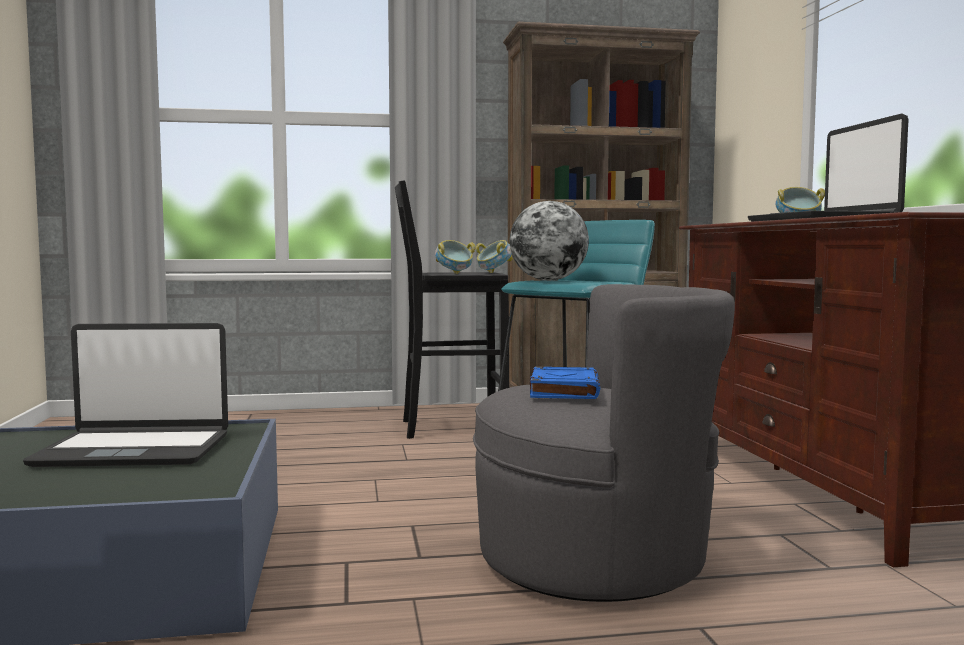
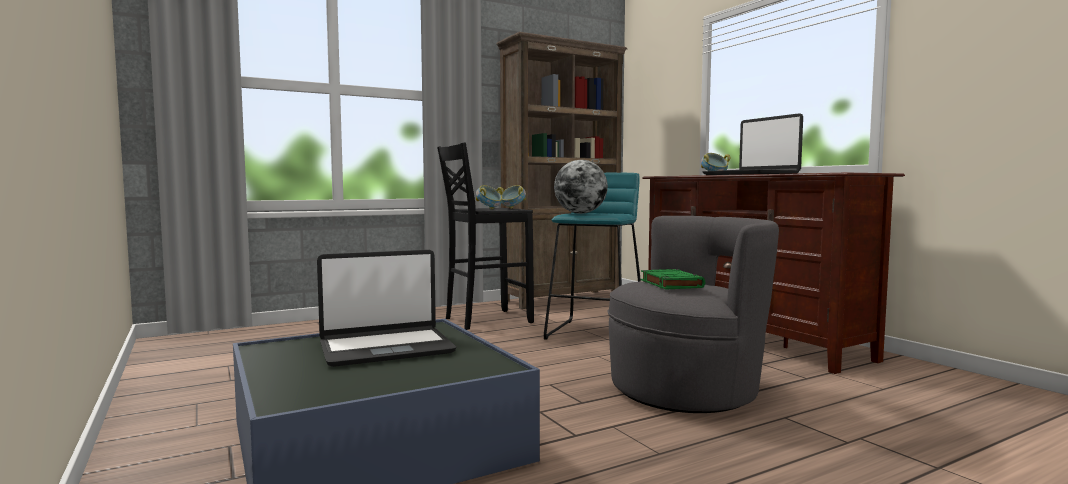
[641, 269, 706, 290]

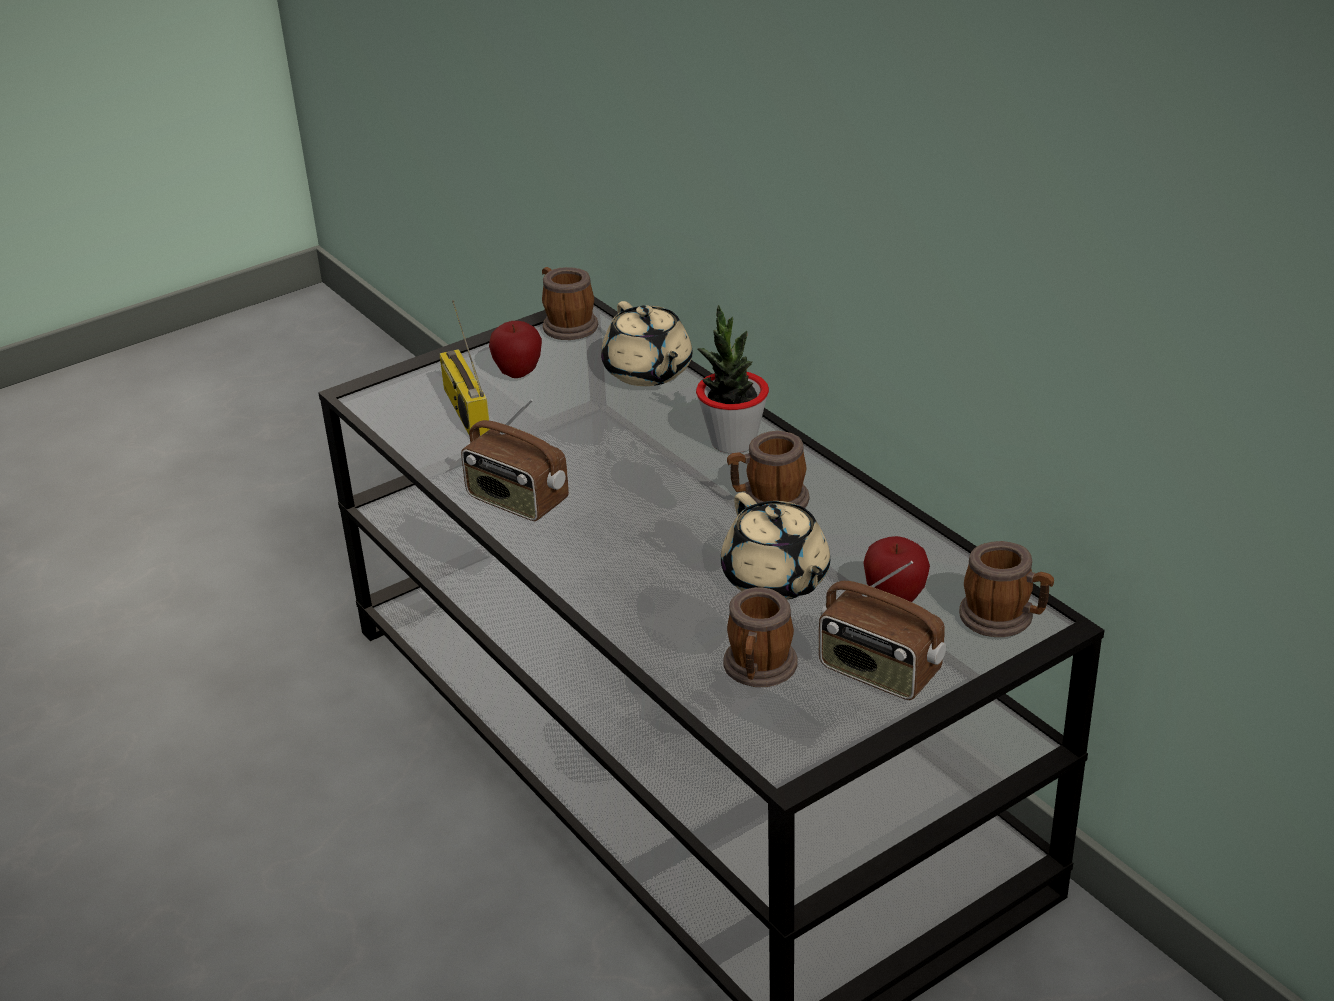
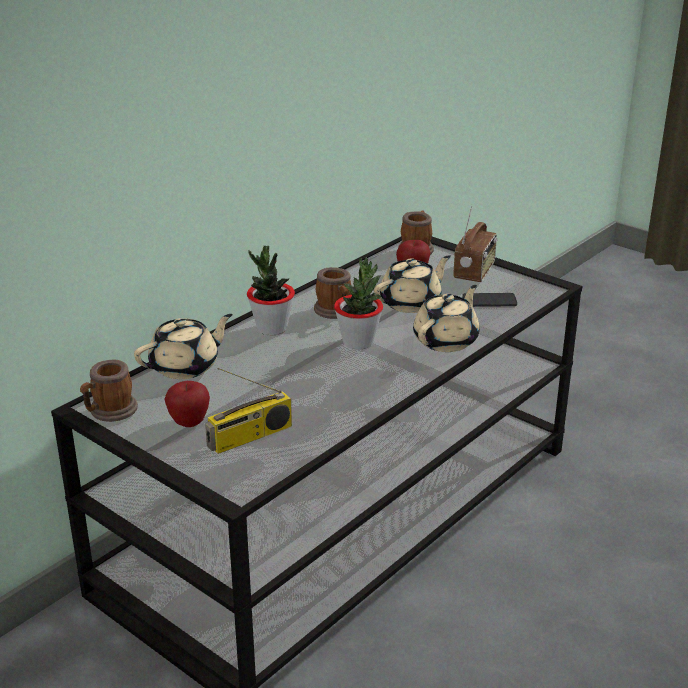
[461, 399, 569, 521] (first image)
[334, 257, 383, 350]
[413, 285, 479, 352]
[462, 293, 517, 307]

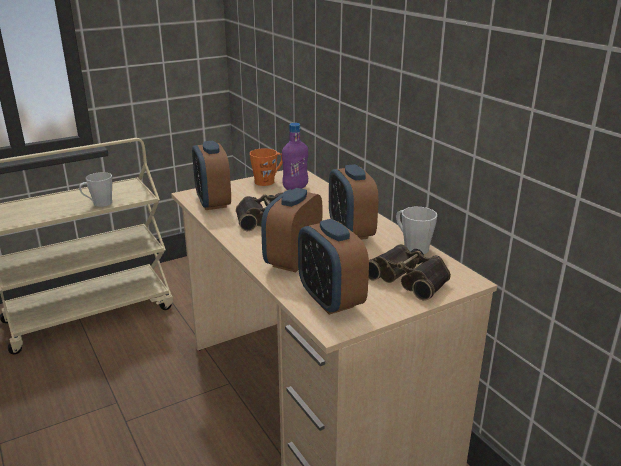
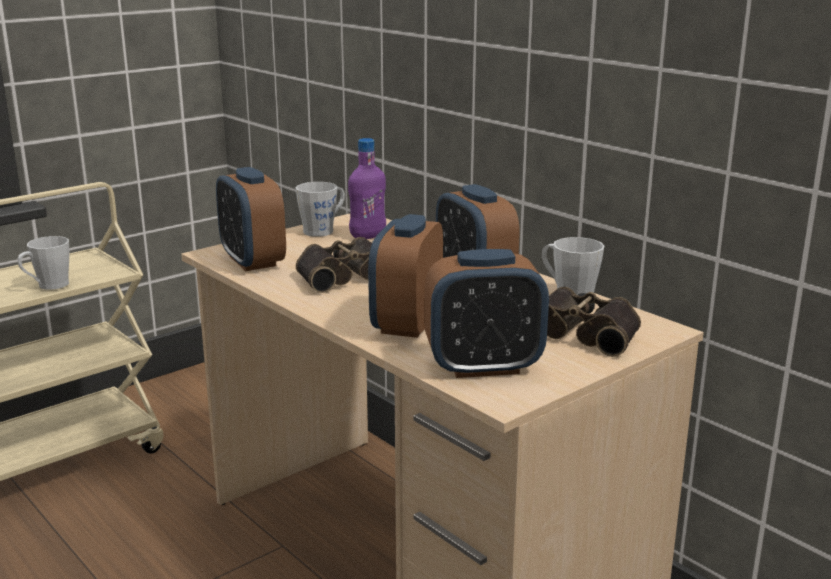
[296, 182, 345, 237]
[424, 249, 549, 378]

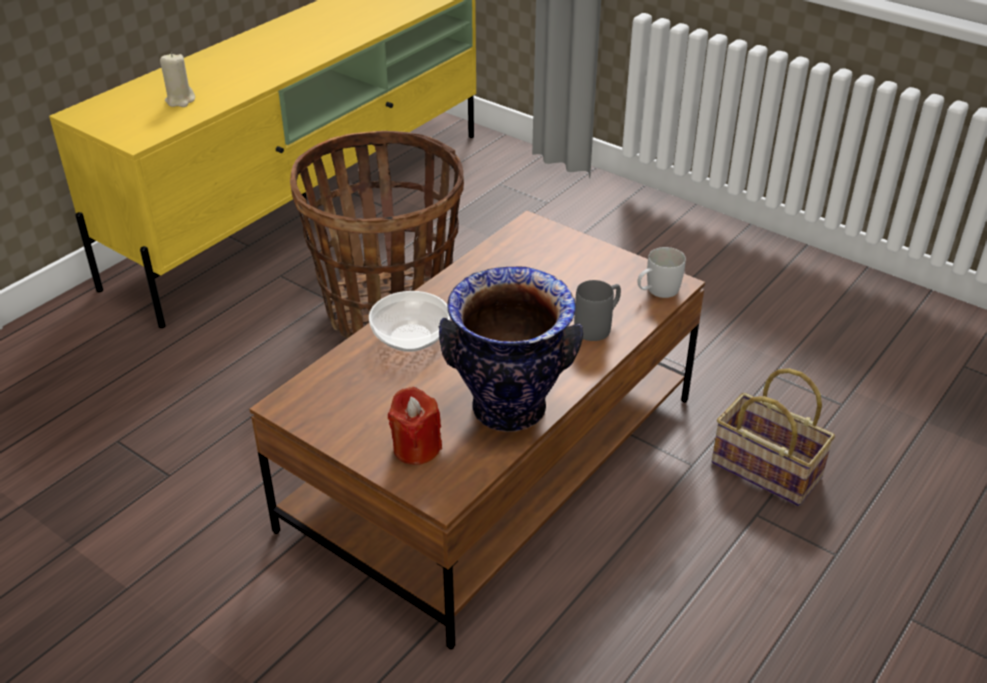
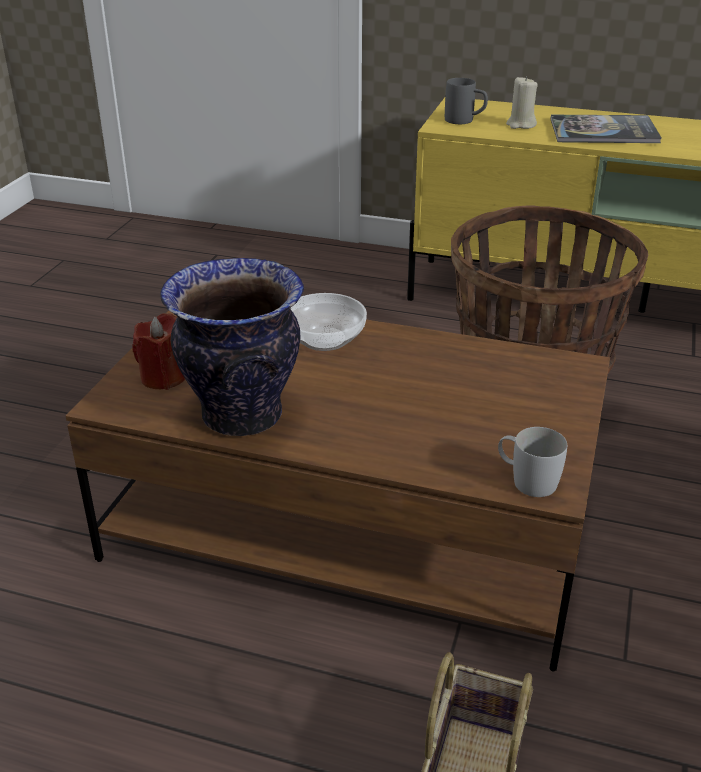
[551, 115, 662, 143]
[445, 78, 488, 124]

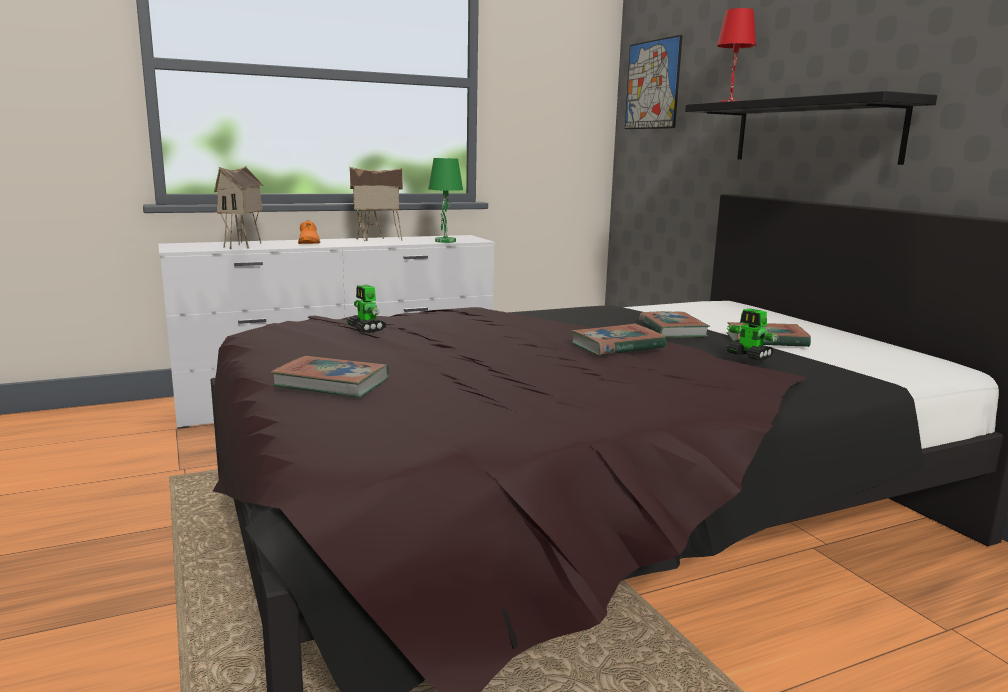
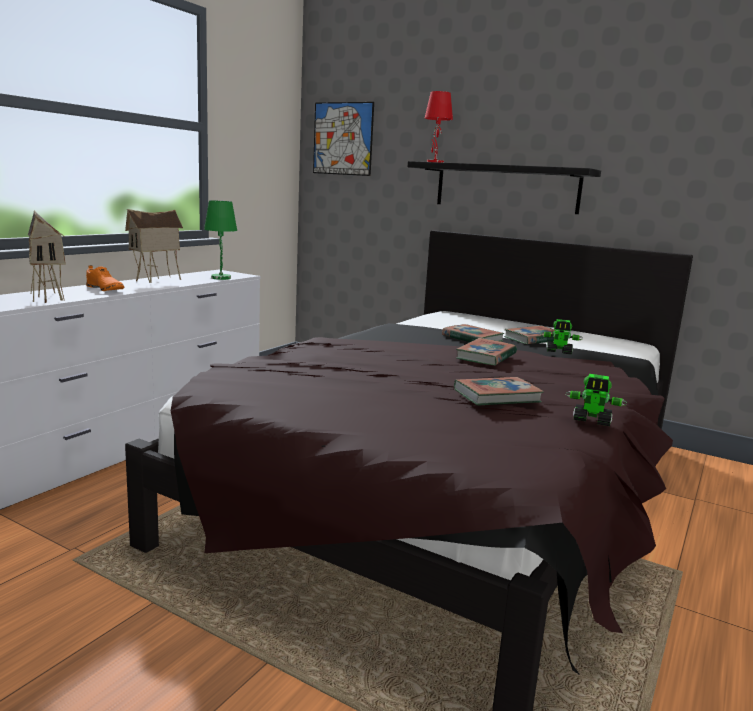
[454, 377, 544, 406]
[565, 374, 627, 426]

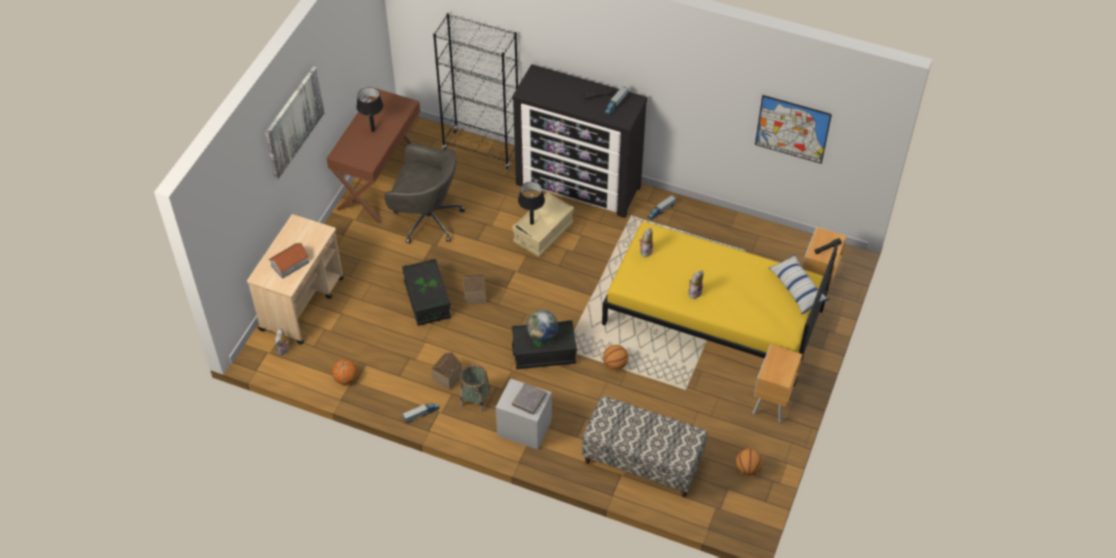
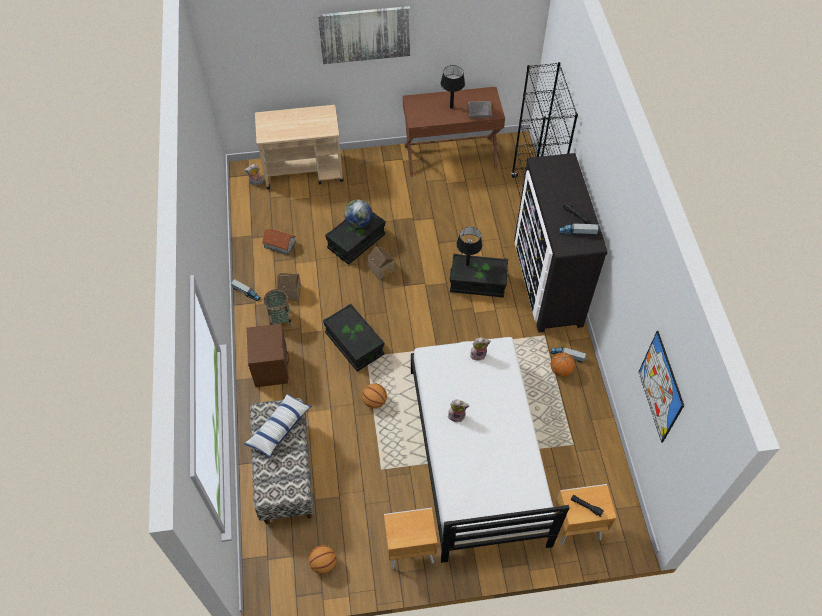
[384, 143, 465, 244] (first image)
[262, 229, 296, 255]
[551, 352, 575, 376]
[468, 101, 492, 118]
[344, 200, 372, 228]
[244, 393, 312, 458]
[246, 324, 289, 387]
[450, 254, 508, 298]
[411, 337, 569, 563]

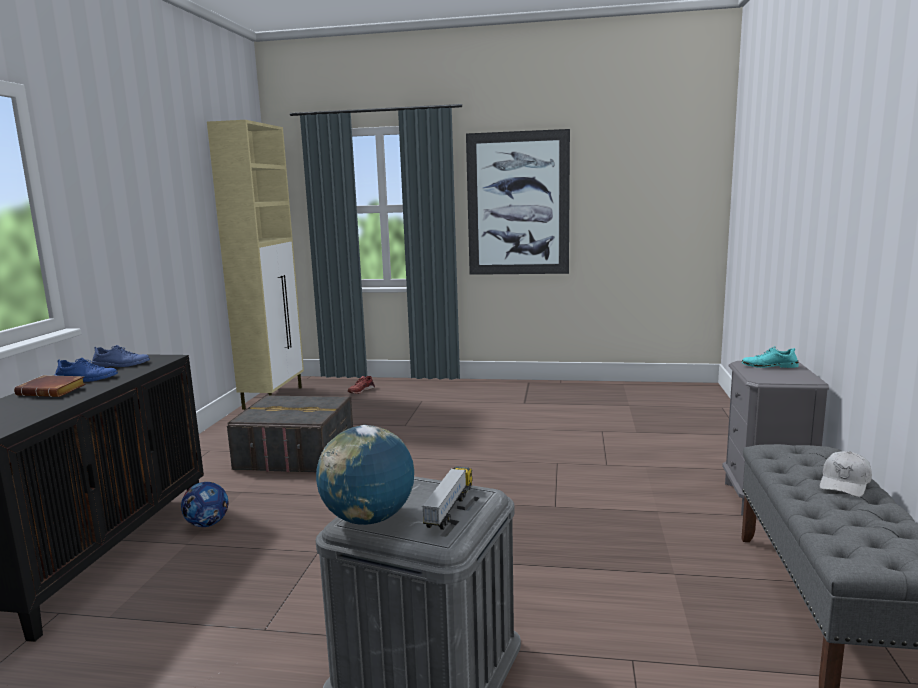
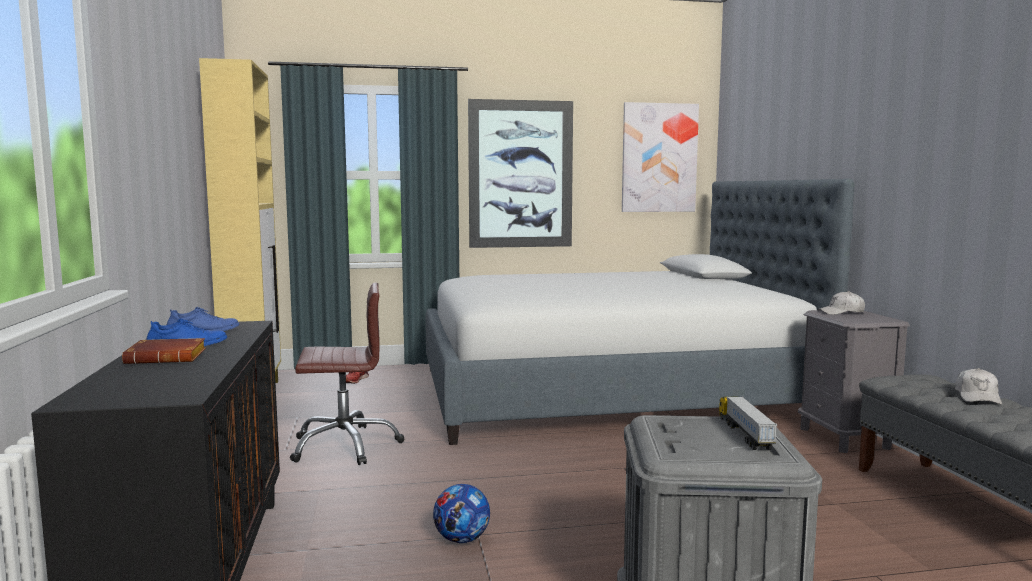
[316, 425, 414, 525] (first image)
[425, 179, 855, 445]
[622, 102, 699, 212]
[433, 484, 490, 543]
[290, 283, 404, 465]
[817, 291, 865, 315]

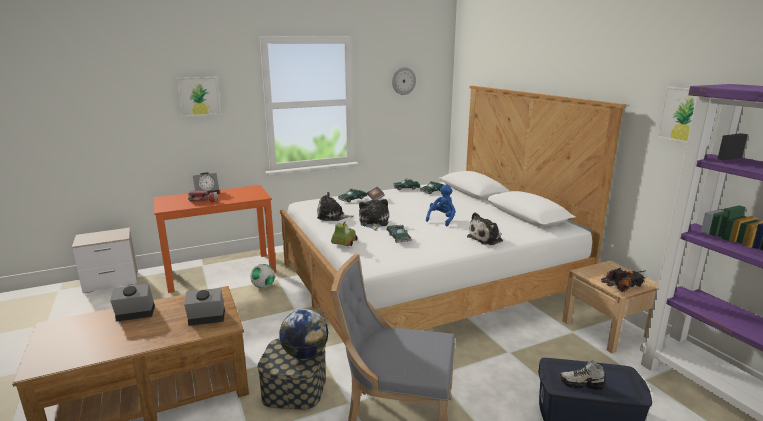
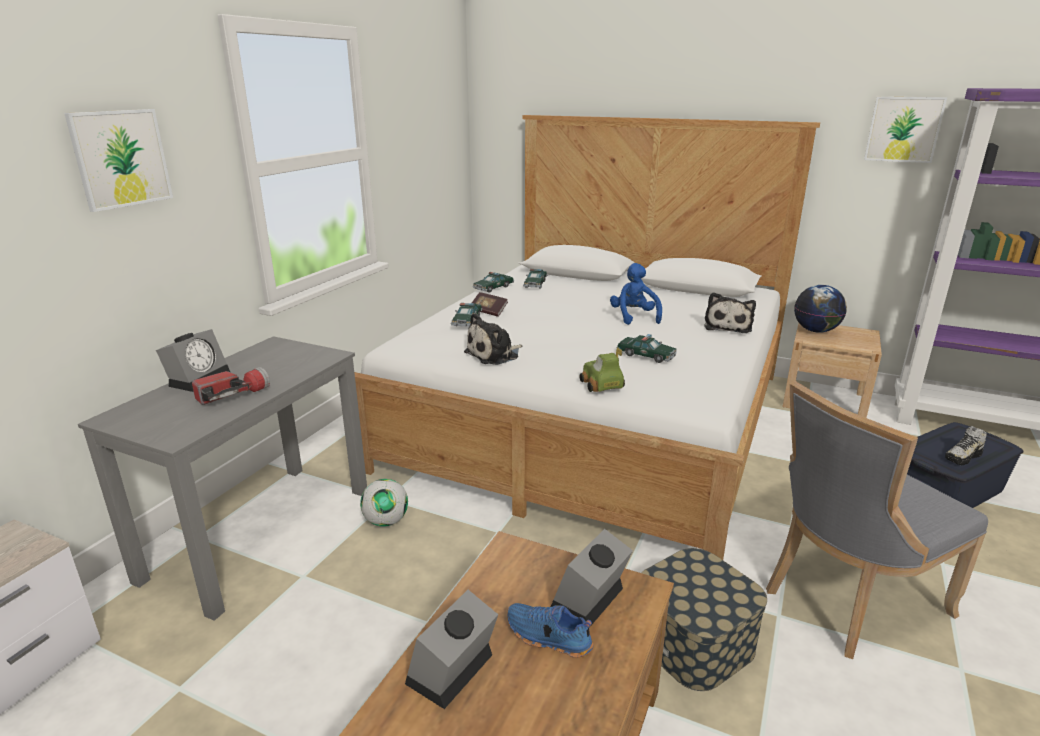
[359, 199, 389, 231] (first image)
[392, 67, 416, 95] (first image)
[601, 268, 645, 292] (first image)
[507, 603, 593, 658]
[794, 285, 847, 333]
[78, 336, 367, 621]

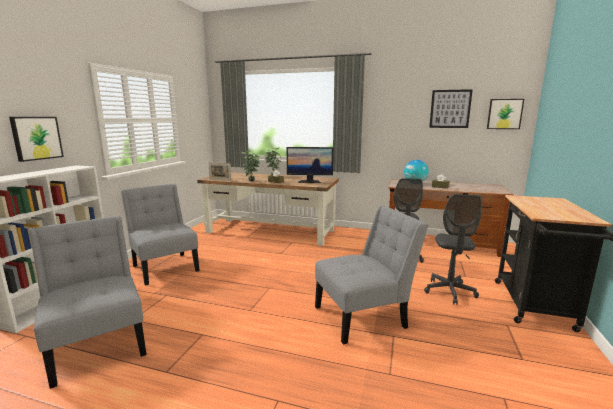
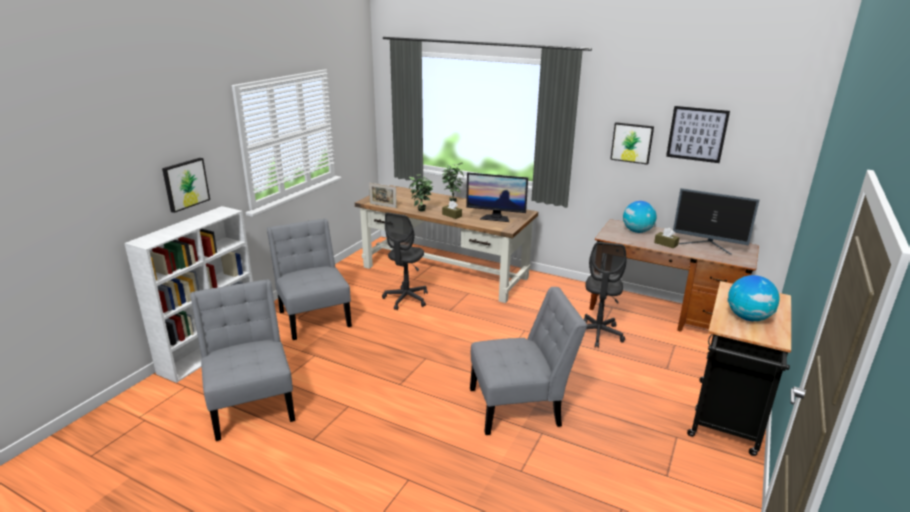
[673, 188, 760, 255]
[727, 275, 780, 321]
[382, 212, 428, 310]
[610, 122, 654, 165]

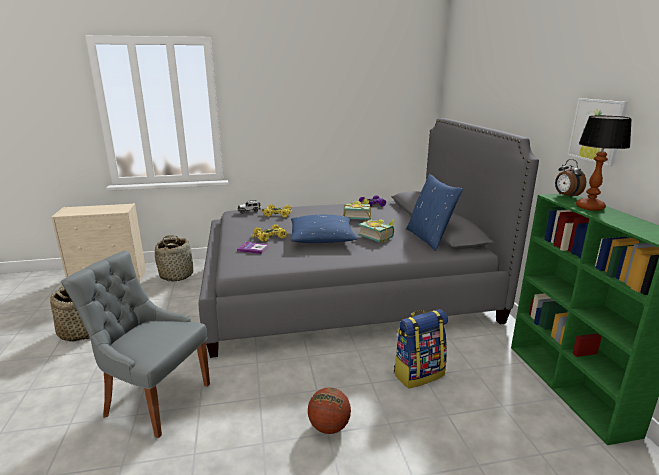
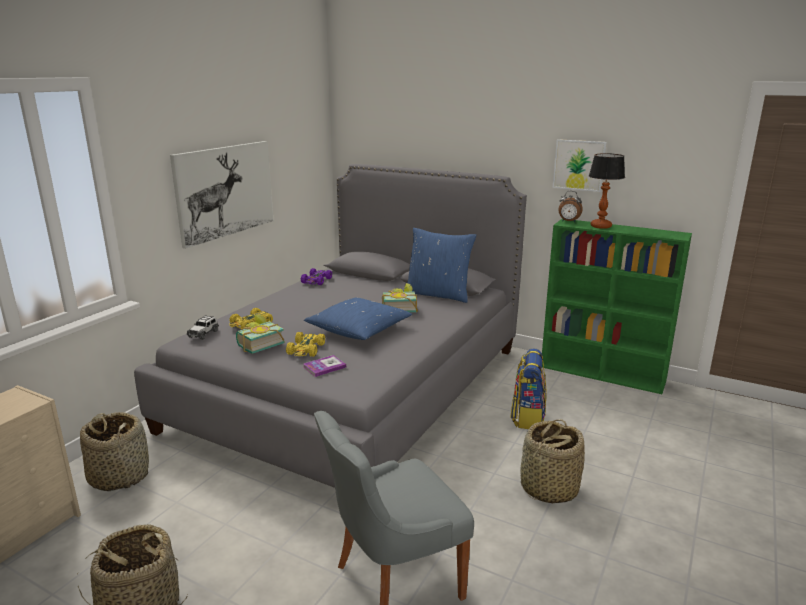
[170, 141, 274, 249]
[236, 314, 285, 354]
[521, 419, 585, 503]

